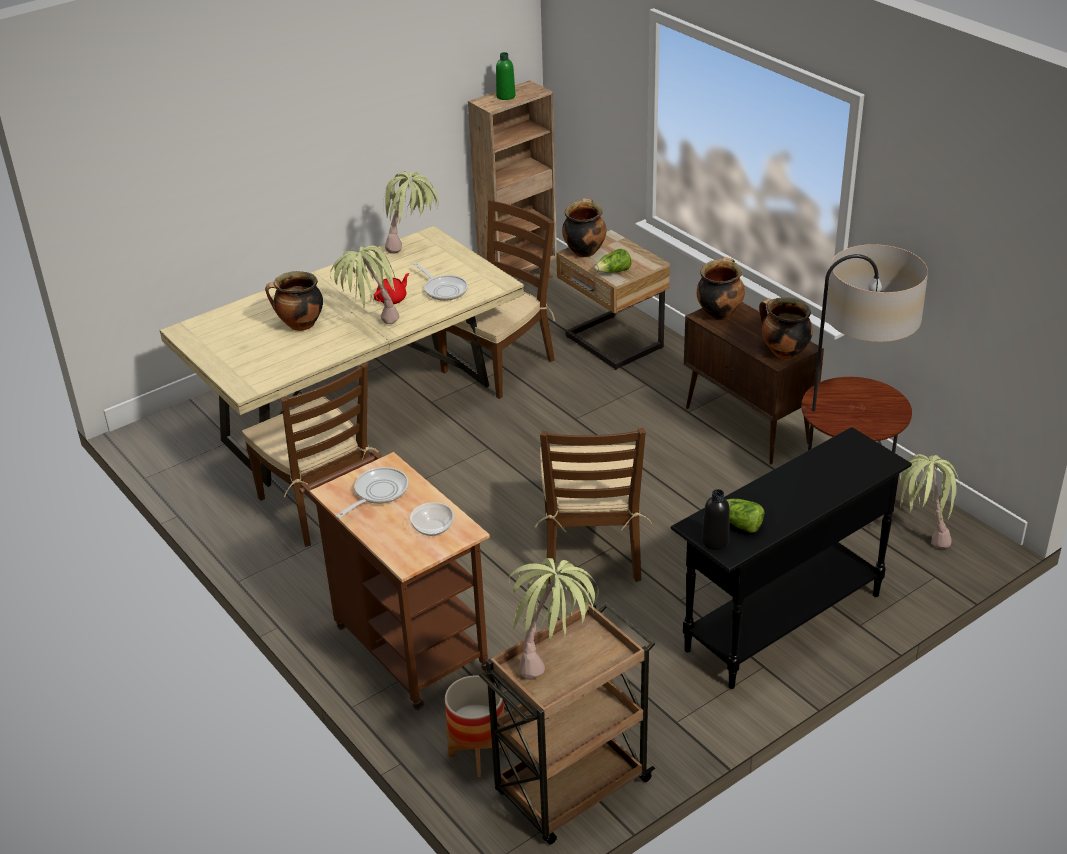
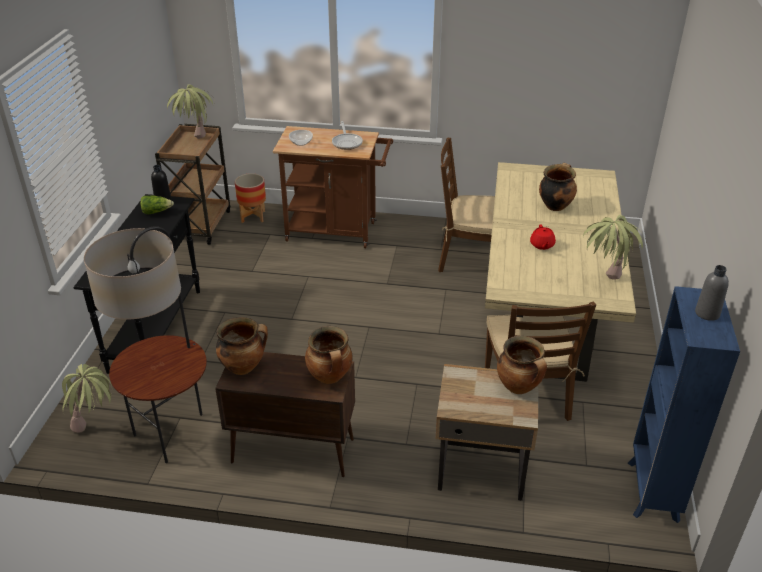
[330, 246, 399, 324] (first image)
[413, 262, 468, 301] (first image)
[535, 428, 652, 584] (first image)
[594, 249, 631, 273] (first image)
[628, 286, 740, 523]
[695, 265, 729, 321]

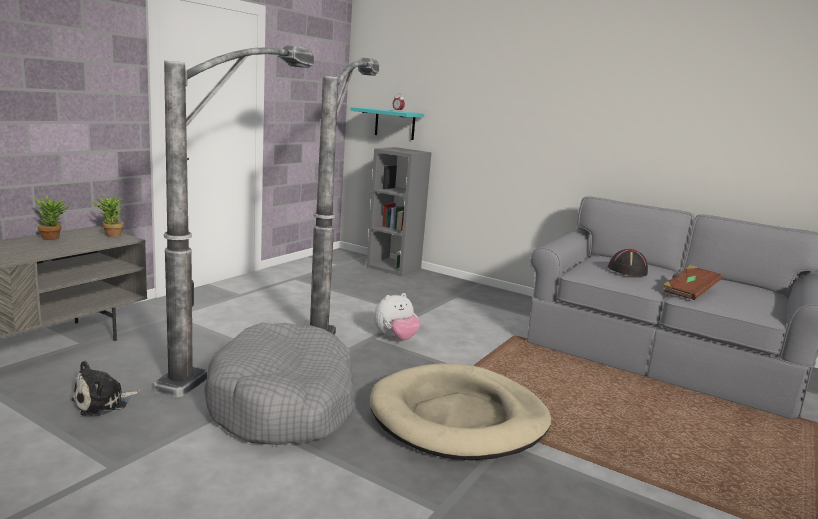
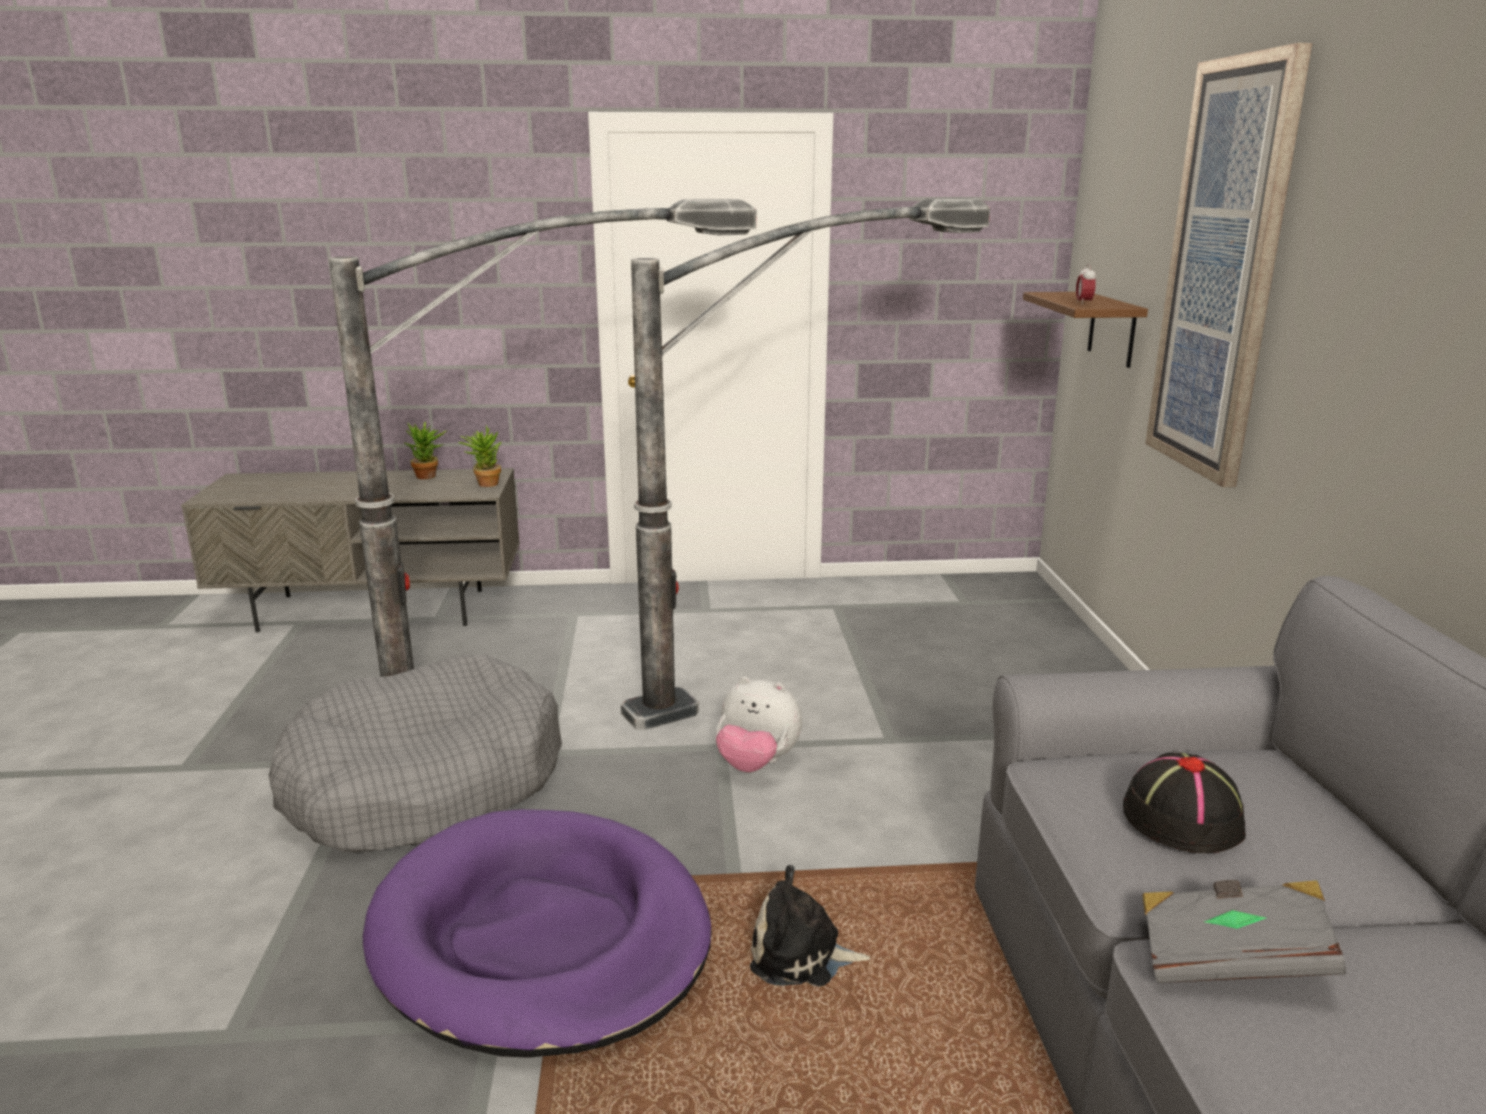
[366, 147, 432, 276] (first image)
[1145, 43, 1313, 487]
[750, 865, 870, 987]
[1023, 292, 1148, 368]
[363, 809, 712, 1058]
[1143, 880, 1346, 983]

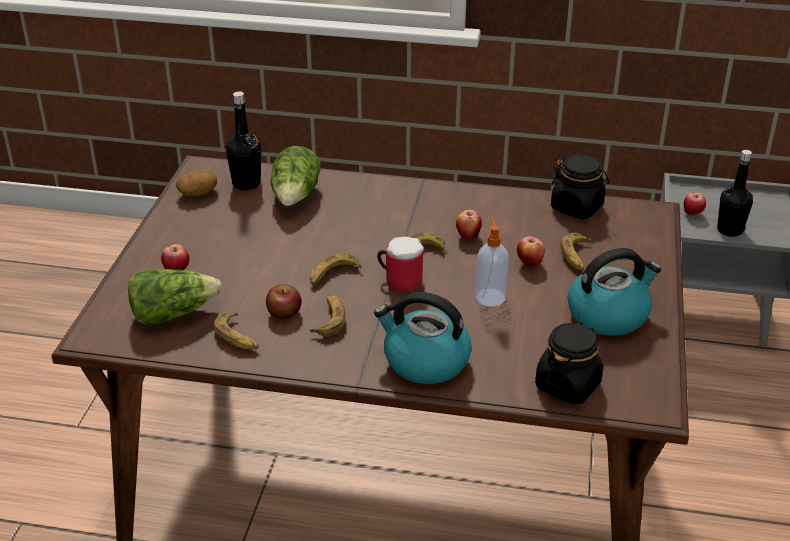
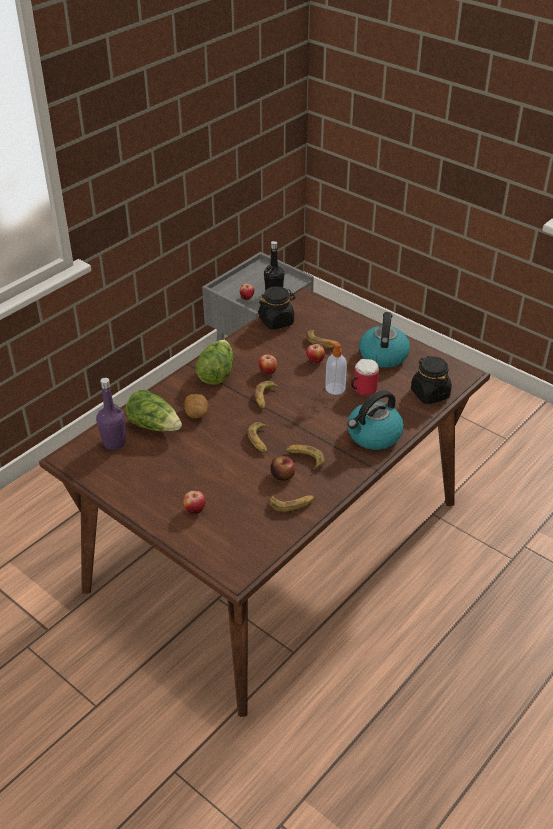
[195, 340, 234, 385]
[184, 394, 209, 418]
[351, 359, 379, 396]
[96, 378, 126, 450]

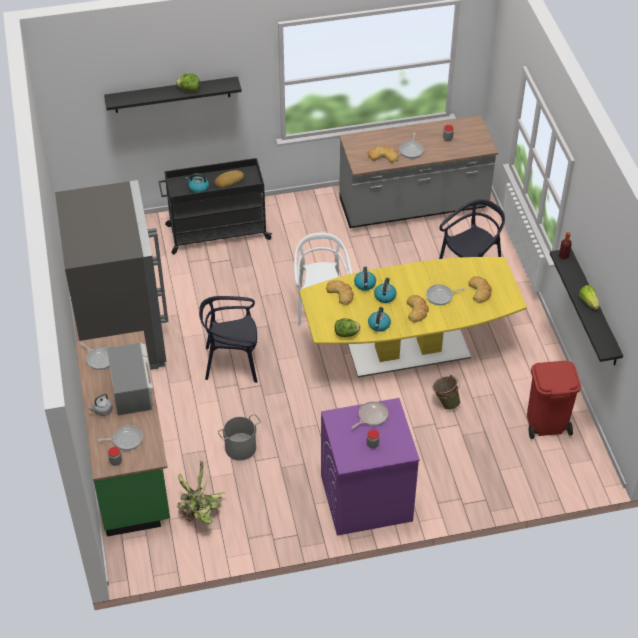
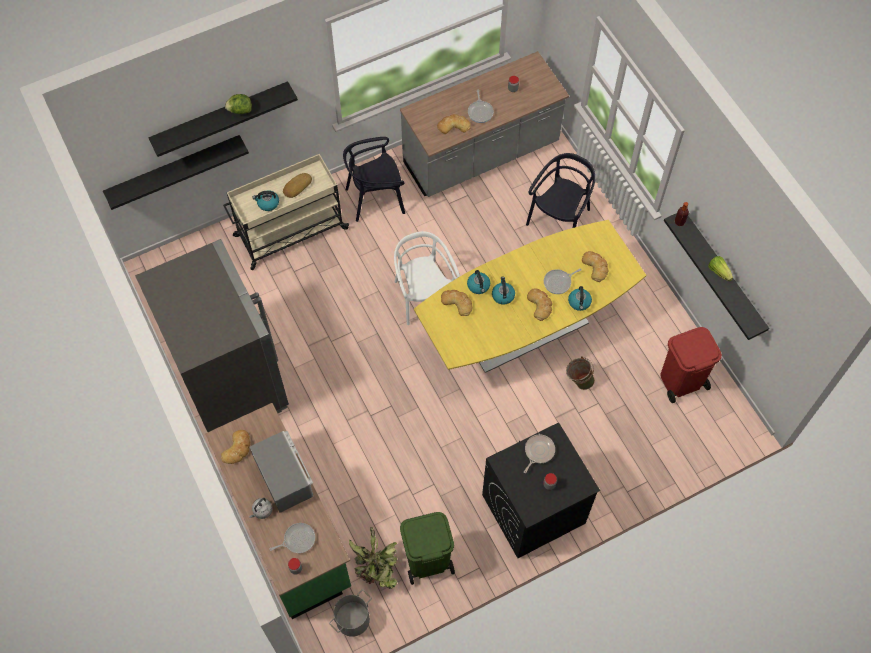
[335, 318, 360, 337] (first image)
[103, 135, 249, 210]
[400, 512, 455, 585]
[343, 137, 405, 222]
[329, 589, 372, 637]
[568, 286, 592, 311]
[221, 430, 250, 464]
[223, 154, 349, 270]
[482, 422, 600, 558]

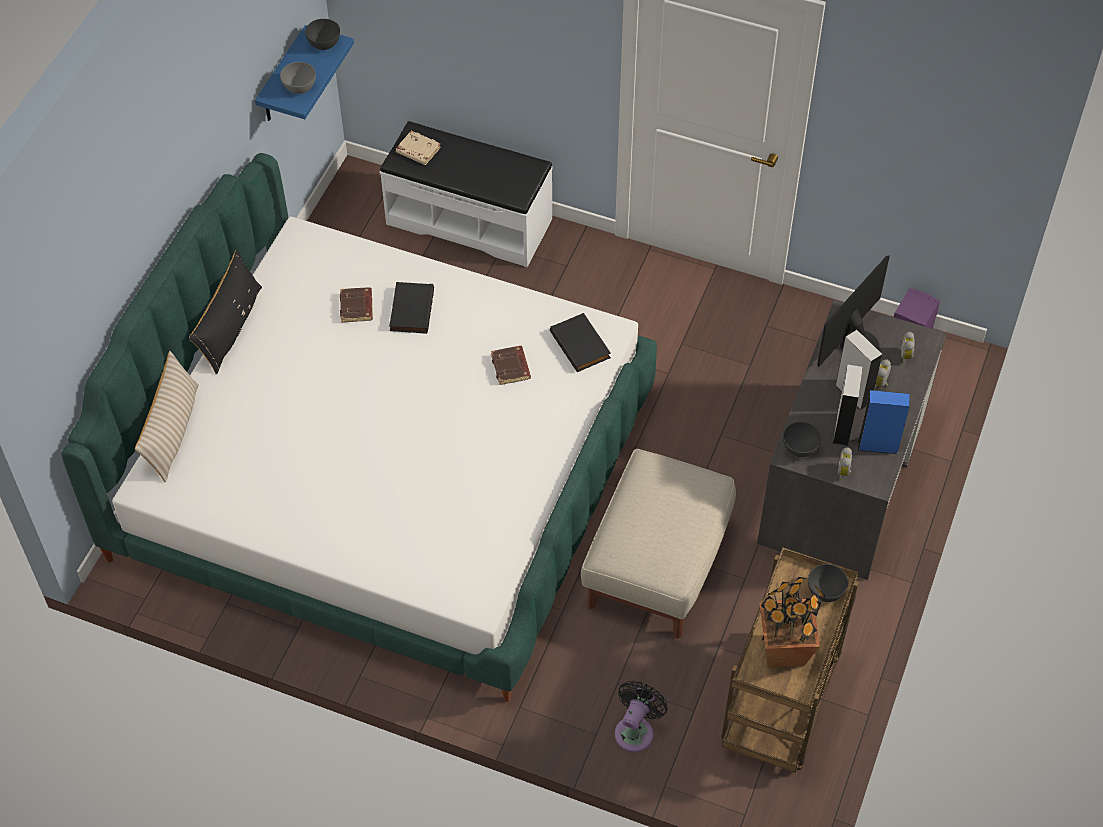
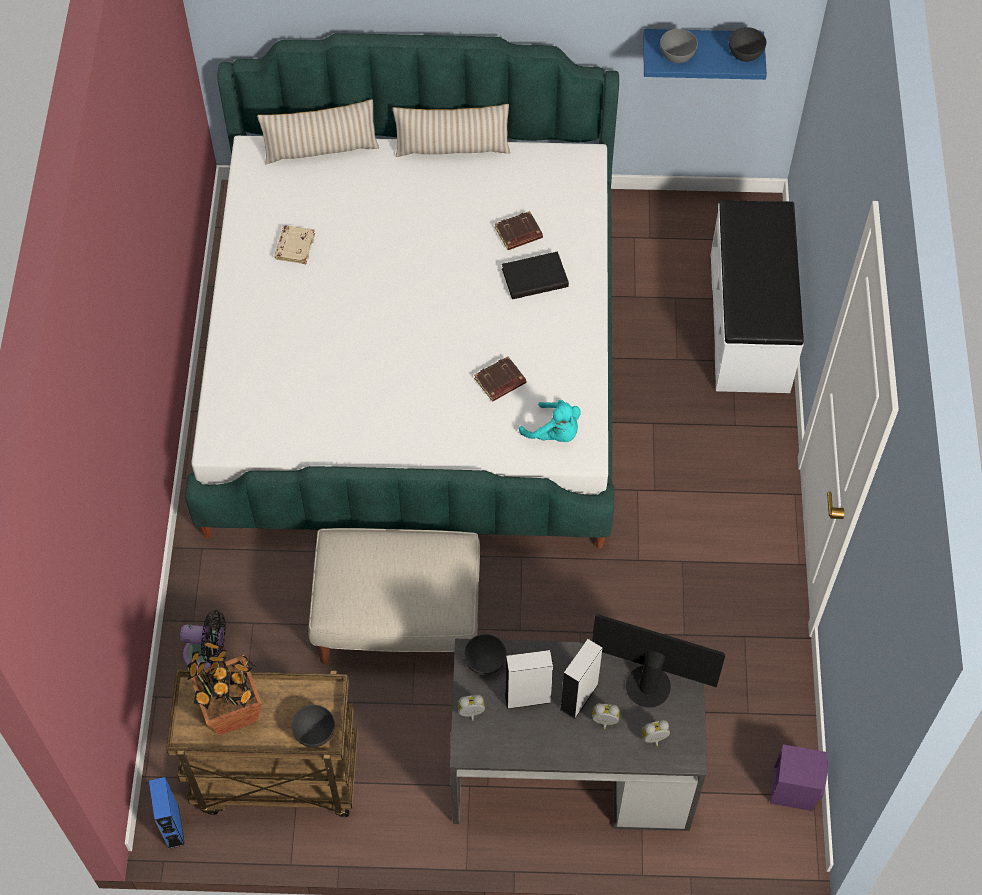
[274, 225, 315, 264]
[149, 777, 185, 849]
[519, 400, 580, 442]
[393, 104, 510, 157]

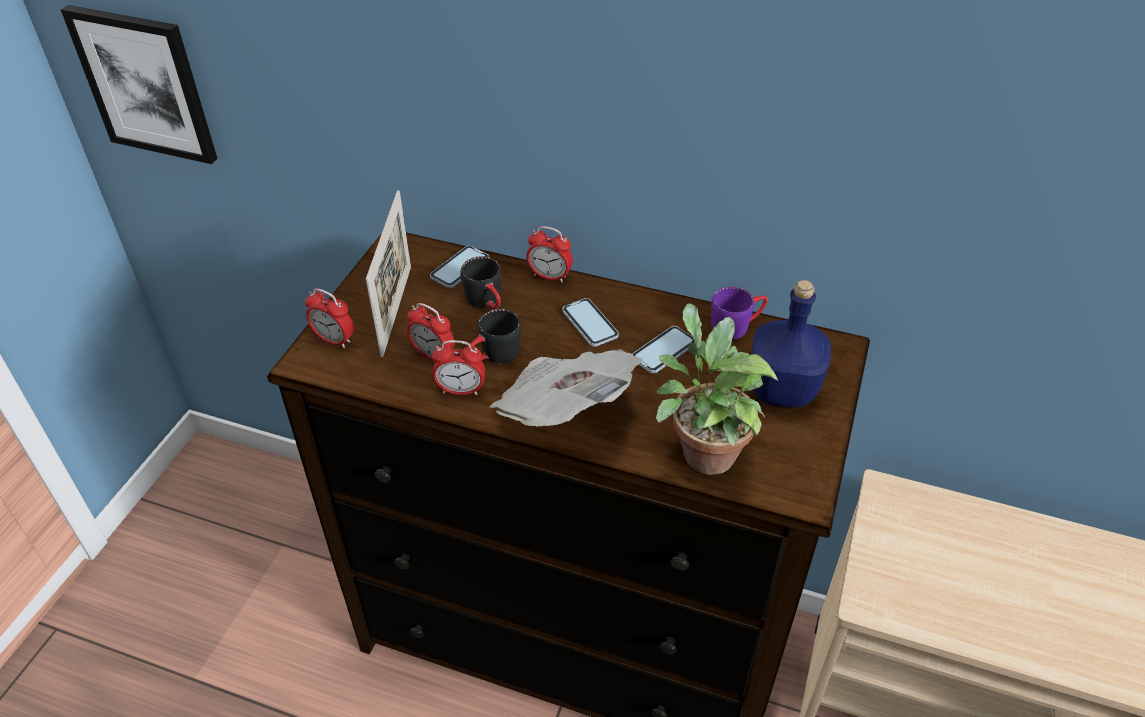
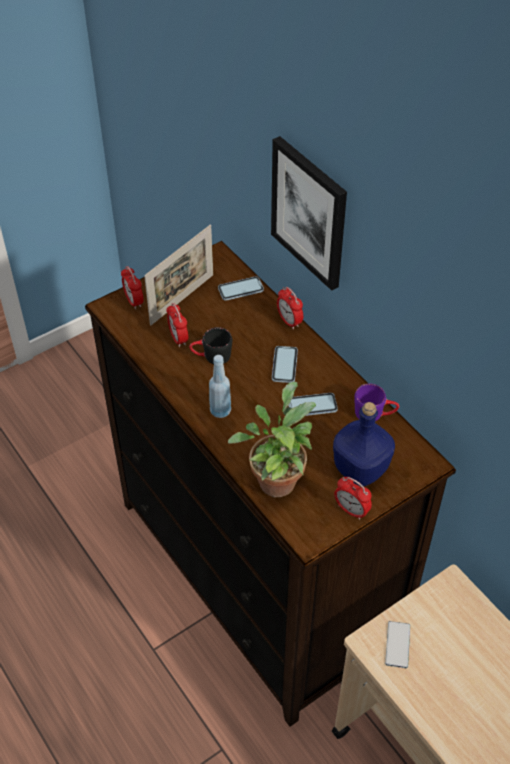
[460, 256, 502, 309] (first image)
[385, 621, 410, 668]
[271, 136, 347, 291]
[334, 477, 372, 520]
[209, 355, 231, 418]

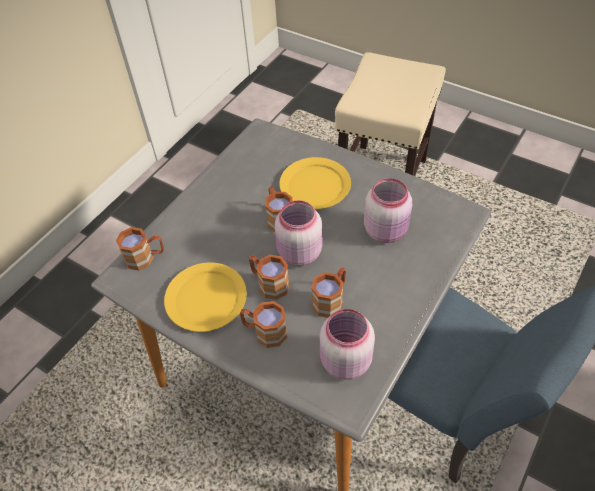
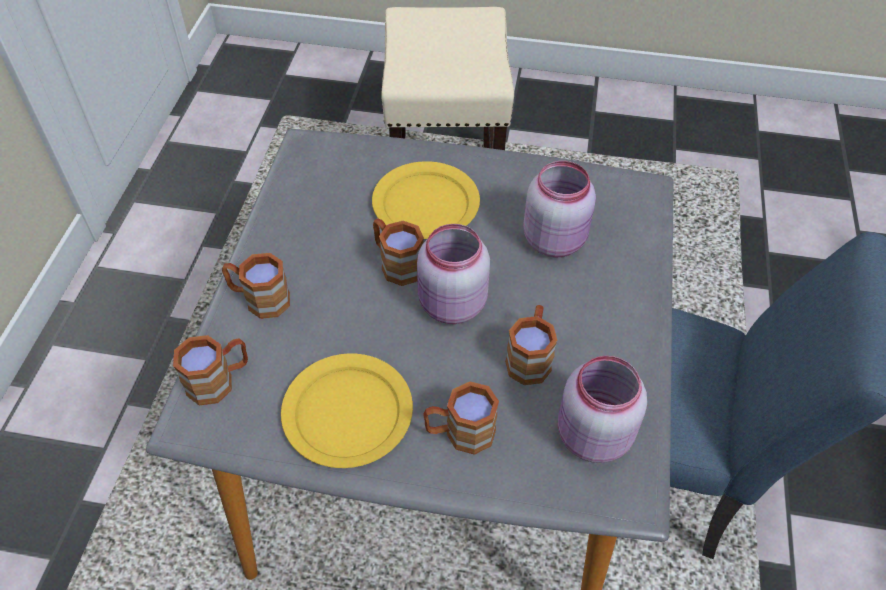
[222, 253, 290, 319]

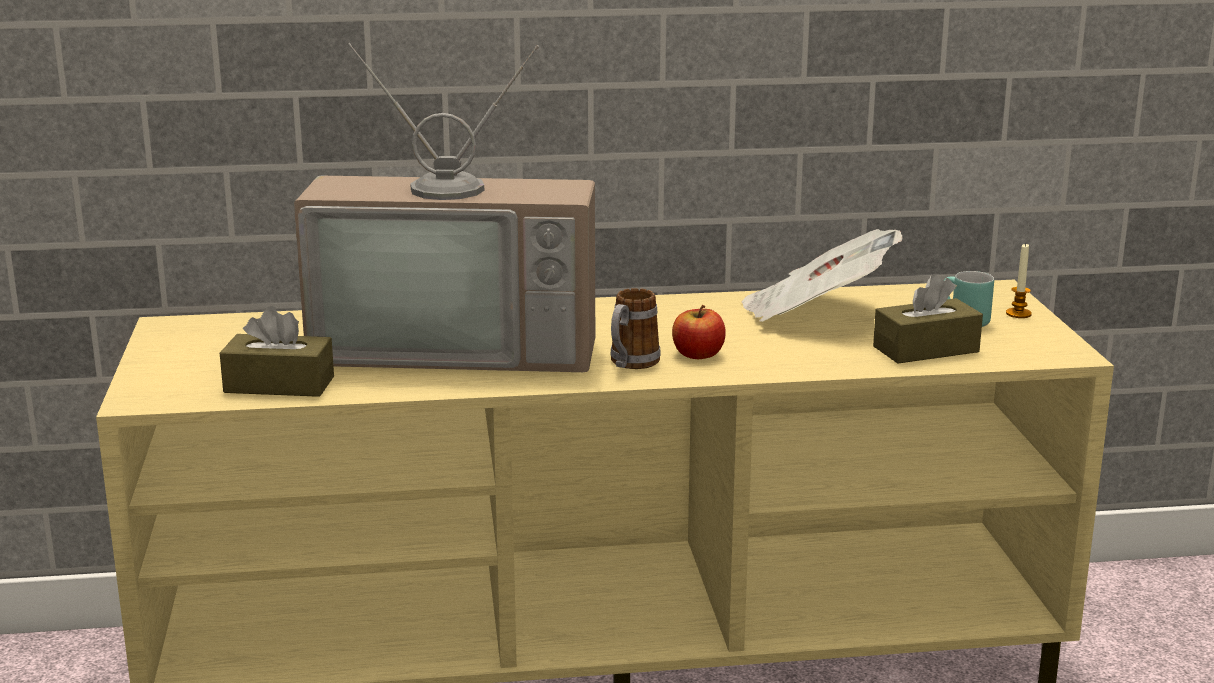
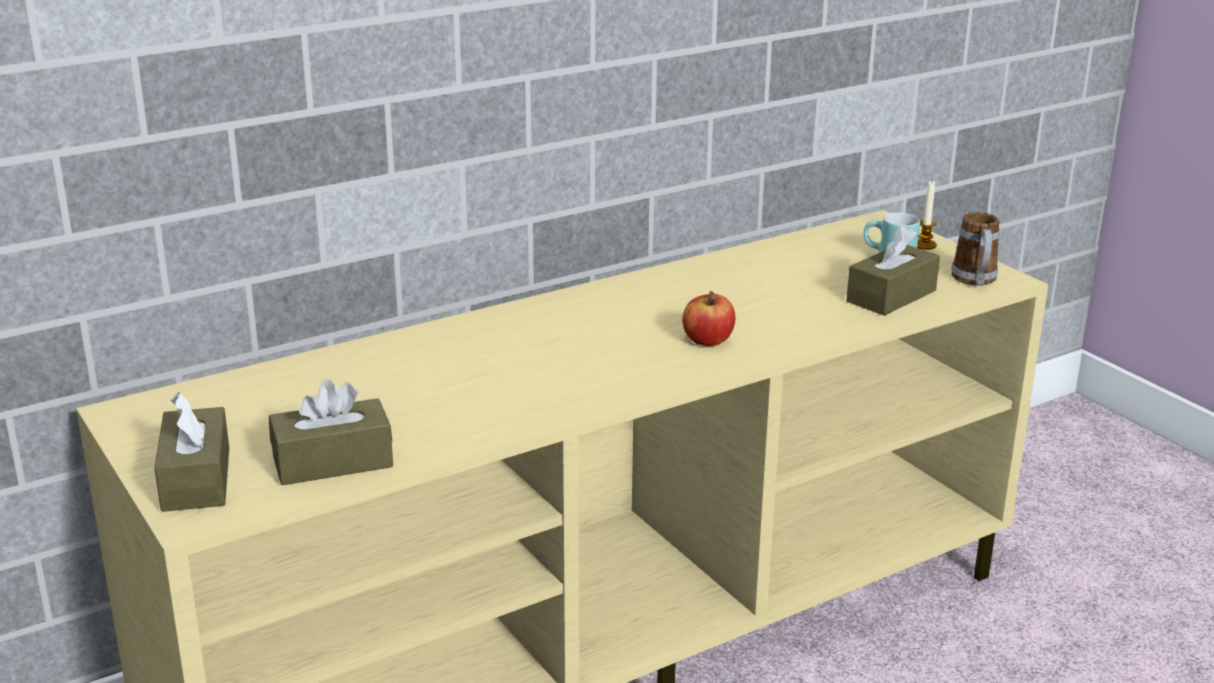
[294, 43, 595, 372] (first image)
[742, 229, 903, 322] (first image)
[154, 392, 229, 512]
[951, 212, 1000, 285]

